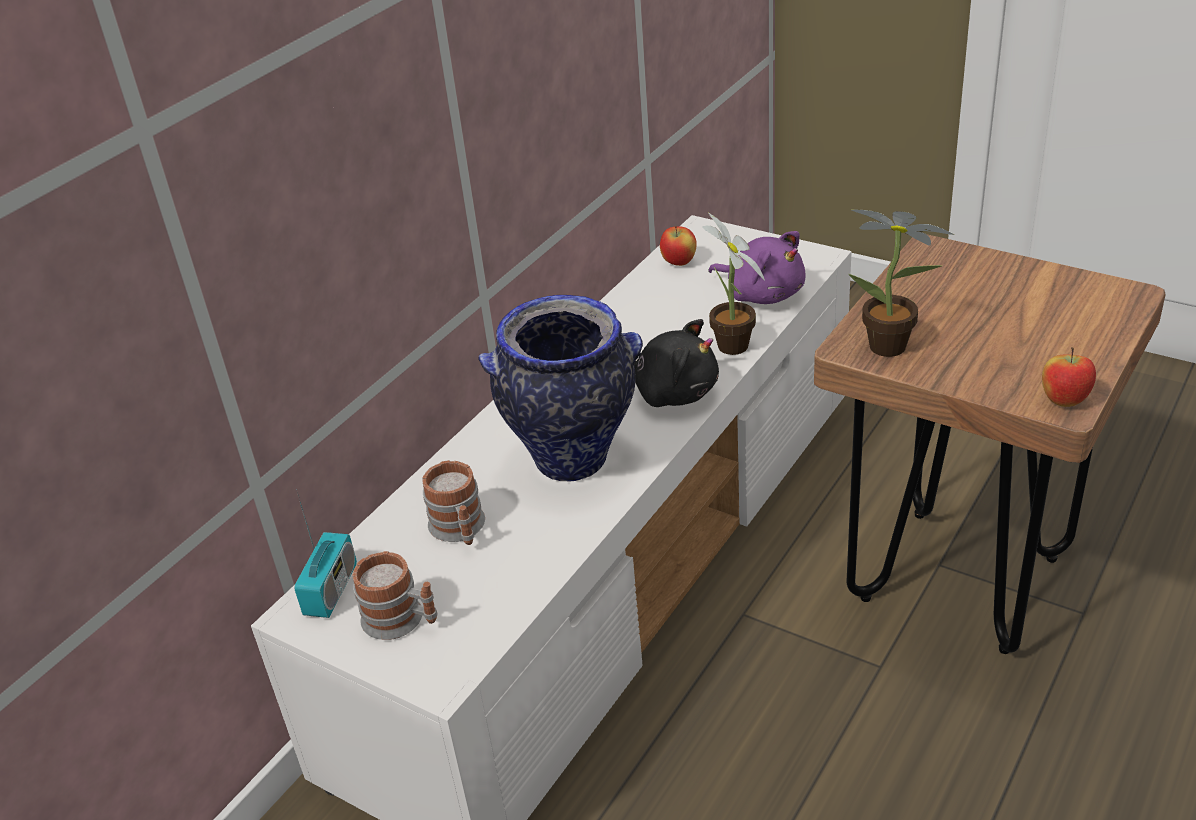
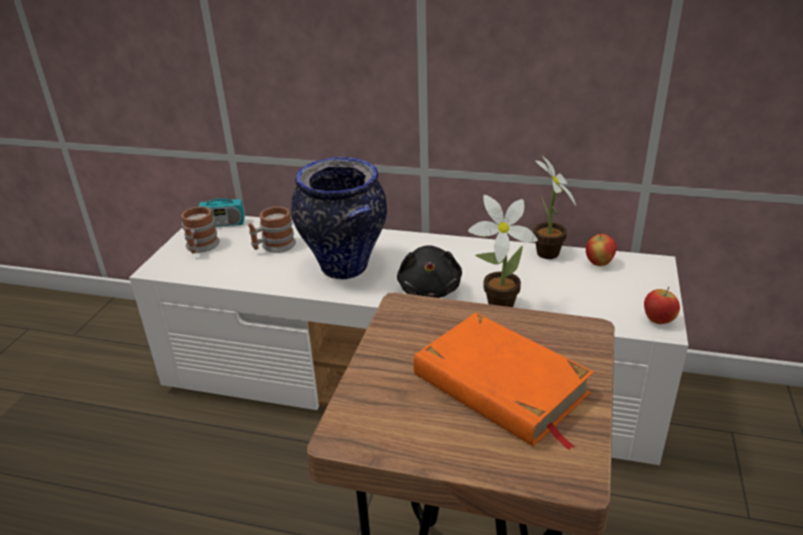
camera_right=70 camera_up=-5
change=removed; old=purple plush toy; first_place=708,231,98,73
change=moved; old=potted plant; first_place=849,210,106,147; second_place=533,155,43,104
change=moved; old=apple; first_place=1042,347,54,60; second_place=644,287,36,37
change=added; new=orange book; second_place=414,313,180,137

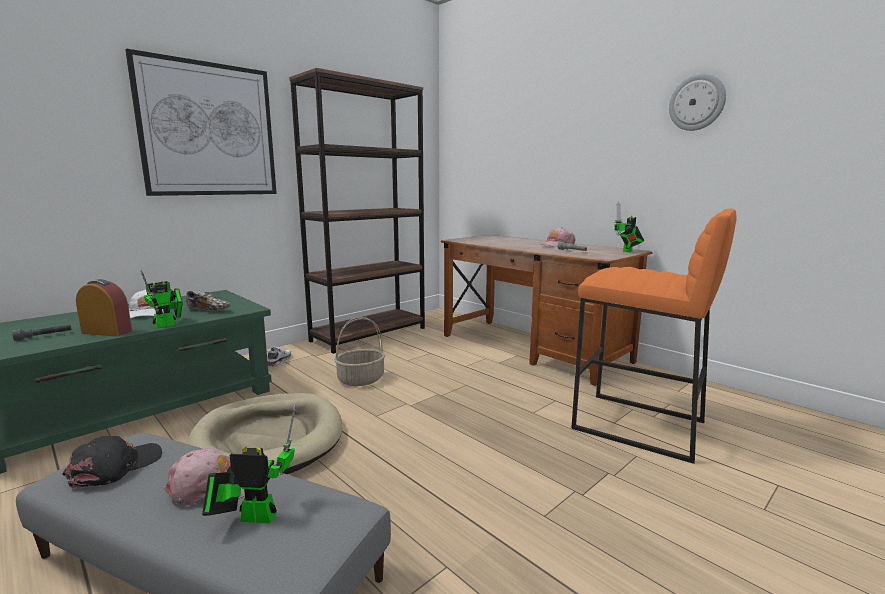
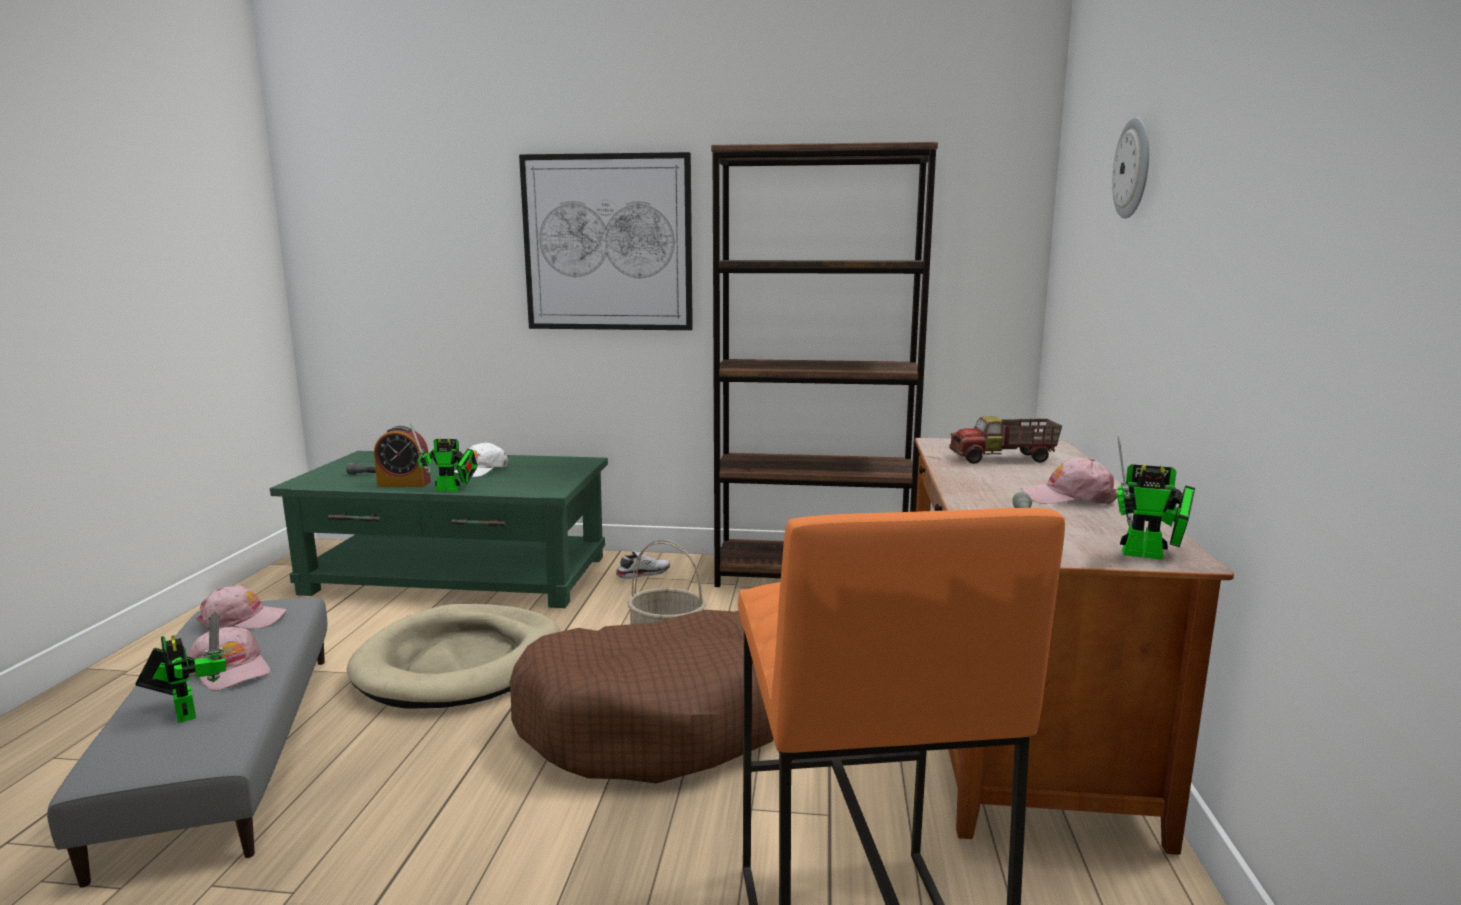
camera_right=50 camera_up=0
change=recoloured; old=black cap; new=pink cap; first_place=62,436,100,52; second_place=196,585,91,45
change=turned; old=alarm clock; first_place=76,279,56,57; second_place=374,426,57,61; degrees=120
change=removed; old=shoe; first_place=186,290,45,21
change=turned; old=toy robot; first_place=614,202,30,50; second_place=1117,436,78,124; degrees=-150
change=moved; old=wall clock; first_place=669,73,57,58; second_place=1112,117,37,102
change=added; new=brown dog bed; second_place=509,610,265,173
change=added; new=toy truck; second_place=949,416,113,48

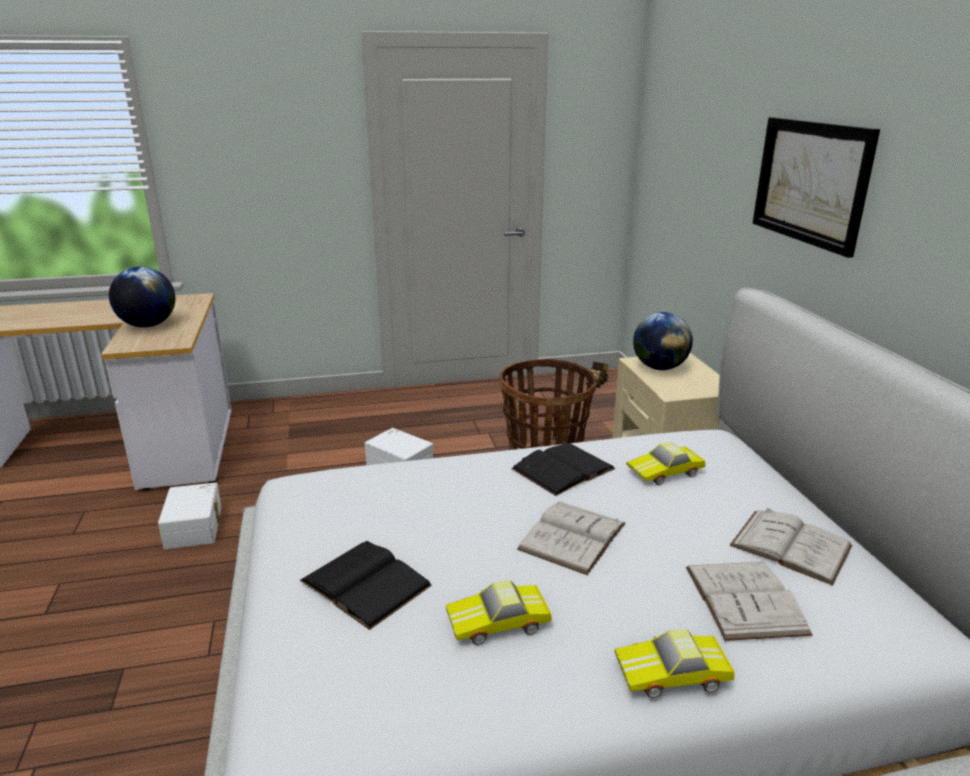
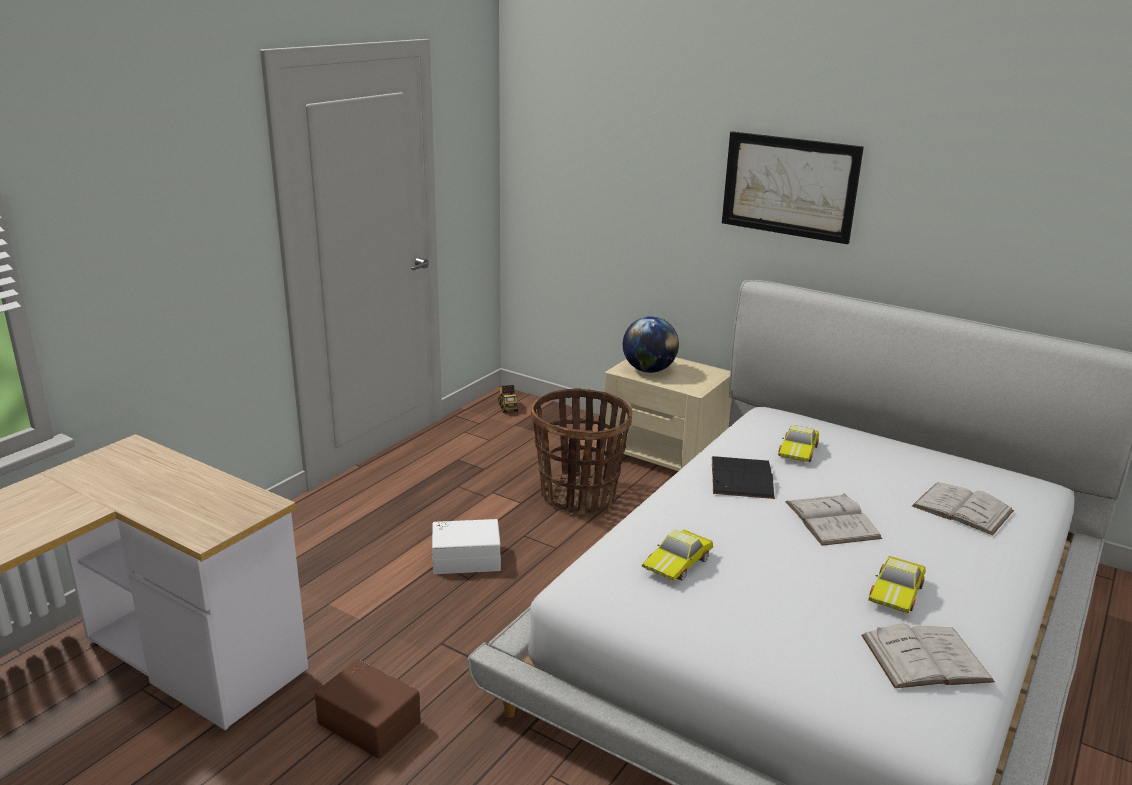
camera_right=-45 camera_up=0
change=removed; old=globe; first_place=109,266,66,61
change=recoloured; old=white storage box; new=brown storage box; first_place=158,482,64,67; second_place=315,660,106,99
change=removed; old=black book; first_place=300,540,132,90
change=moved; old=toy car; first_place=614,629,120,69; second_place=642,530,71,51
change=moved; old=white book; first_place=730,508,123,77; second_place=861,624,134,64

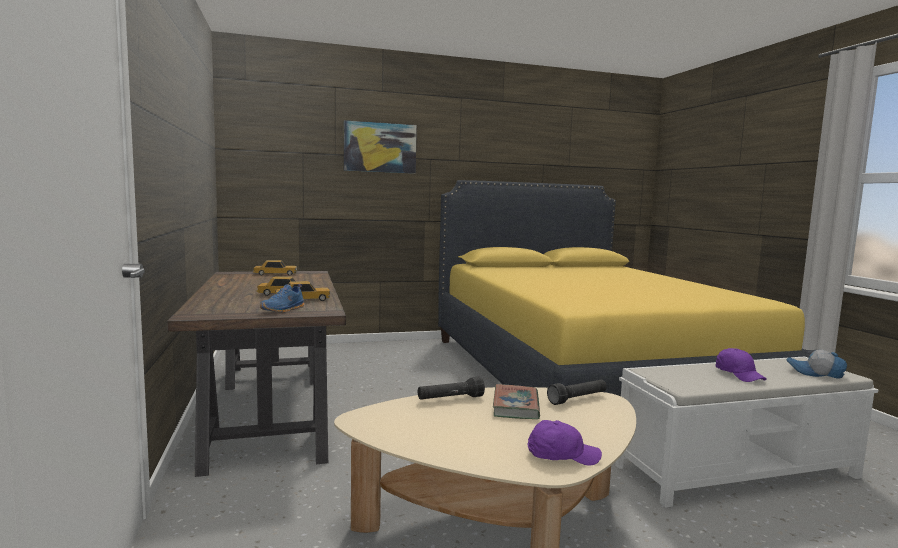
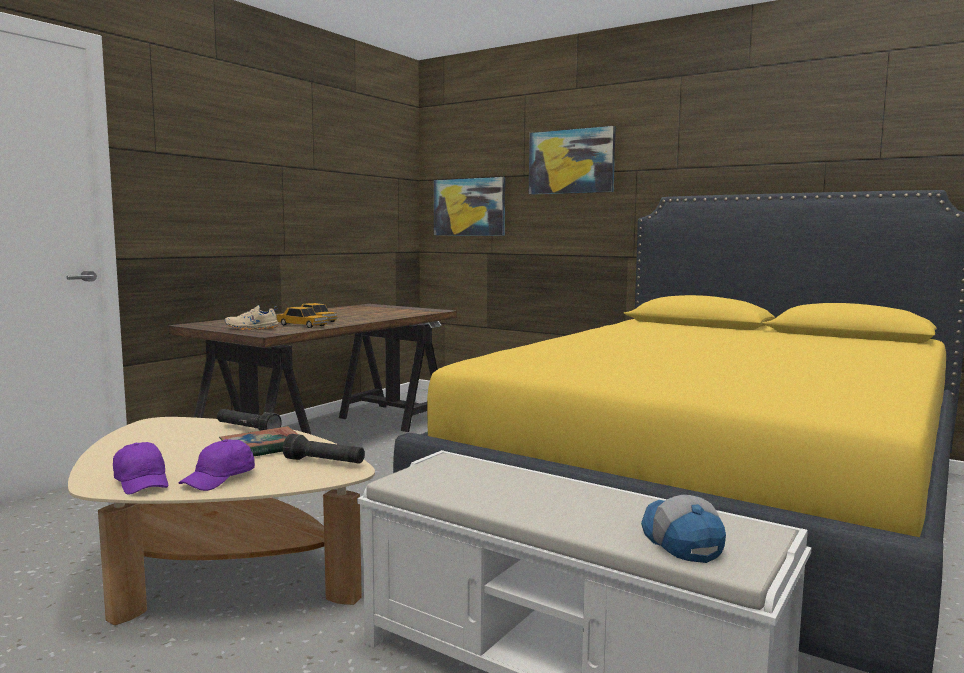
camera_right=50 camera_up=0
change=removed; old=toy car; first_place=253,260,44,16
change=recoloured; old=blue shoe; new=beige shoe; first_place=260,284,44,28; second_place=225,305,54,25
change=moved; old=purple cap; first_place=715,348,52,34; second_place=179,439,76,52
change=added; new=picture; second_place=434,177,71,59

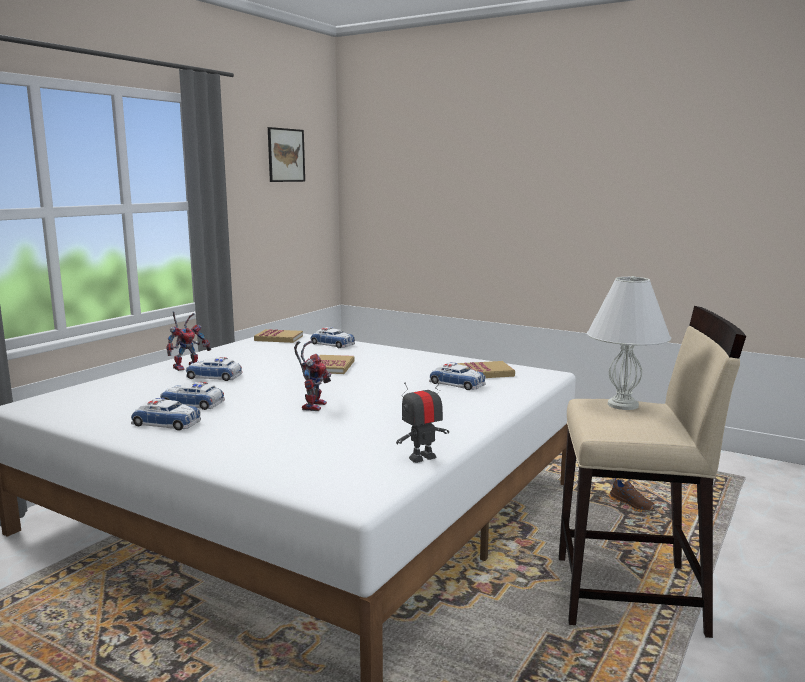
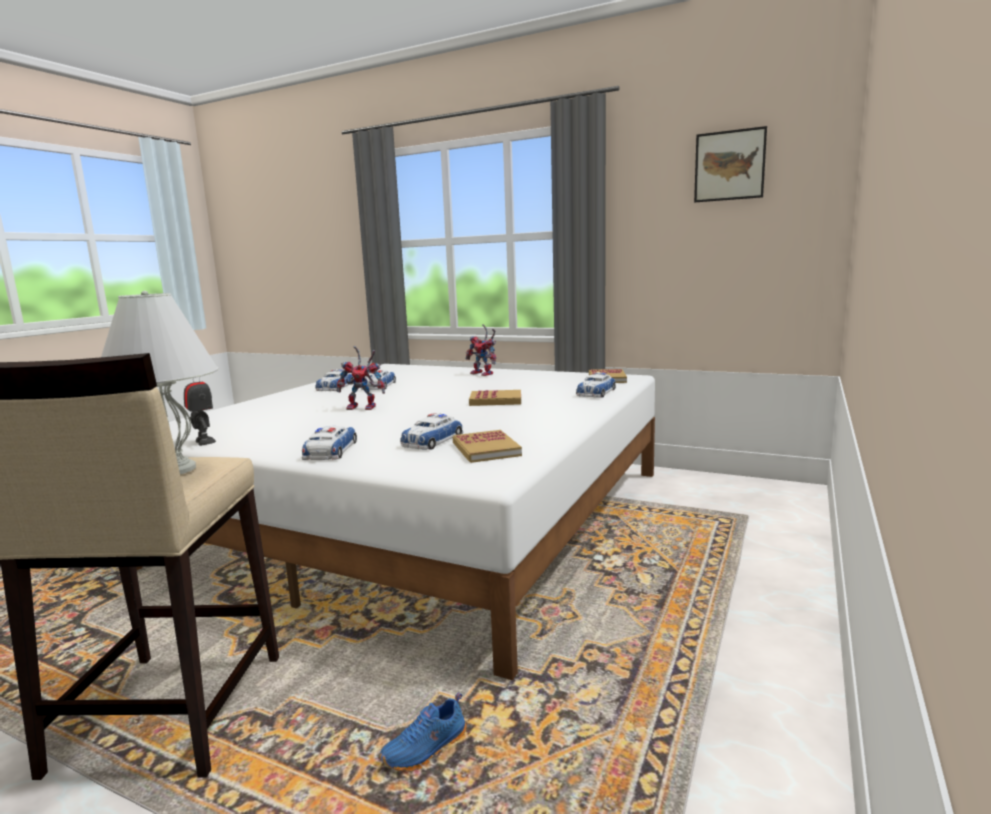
camera_right=85 camera_up=0
change=moved; old=toy car; first_place=186,357,57,24; second_place=302,426,55,34
change=recoloured; old=brown shoe; new=blue shoe; first_place=609,478,46,34; second_place=380,692,86,80

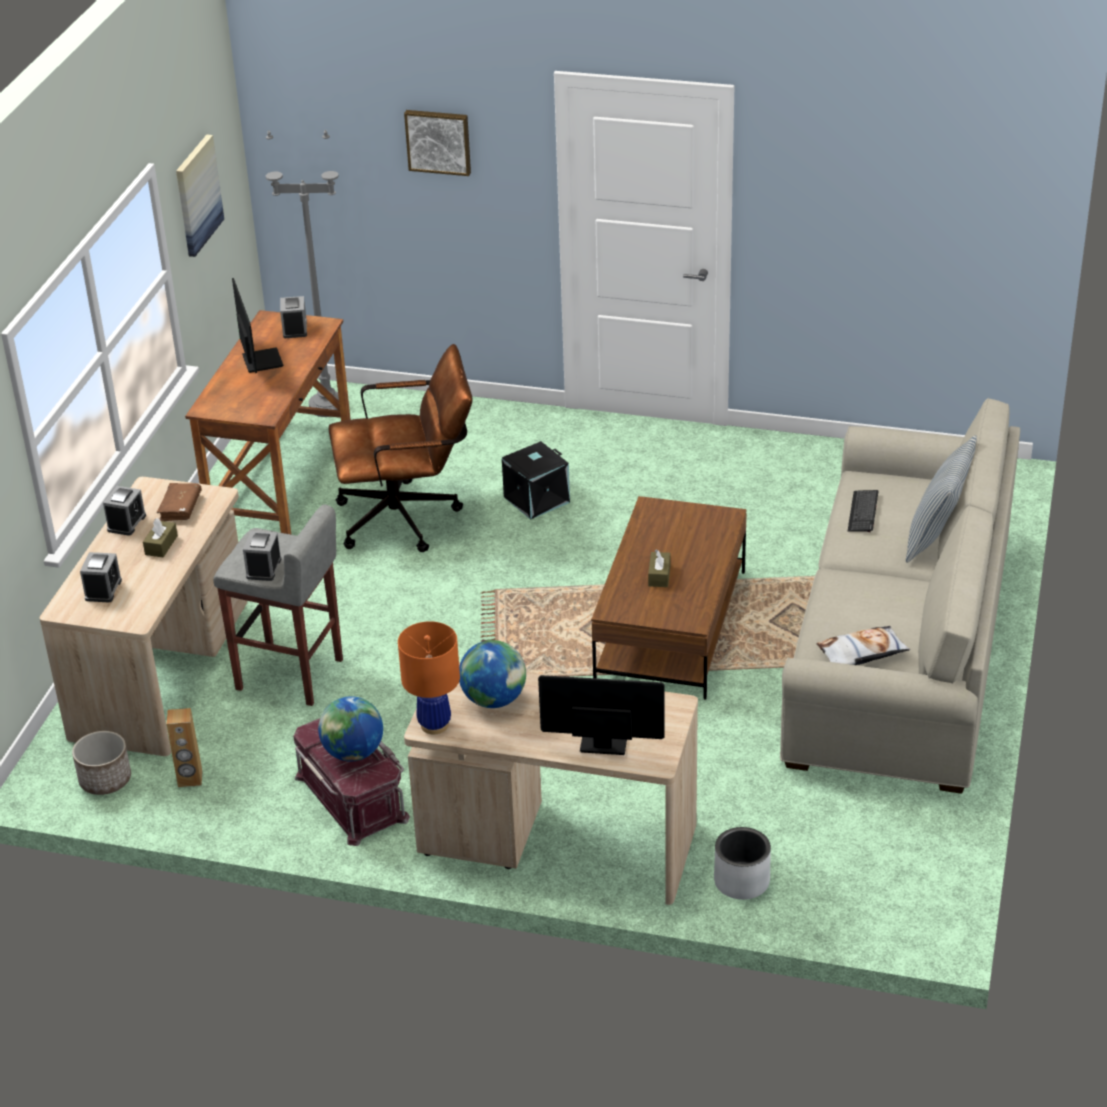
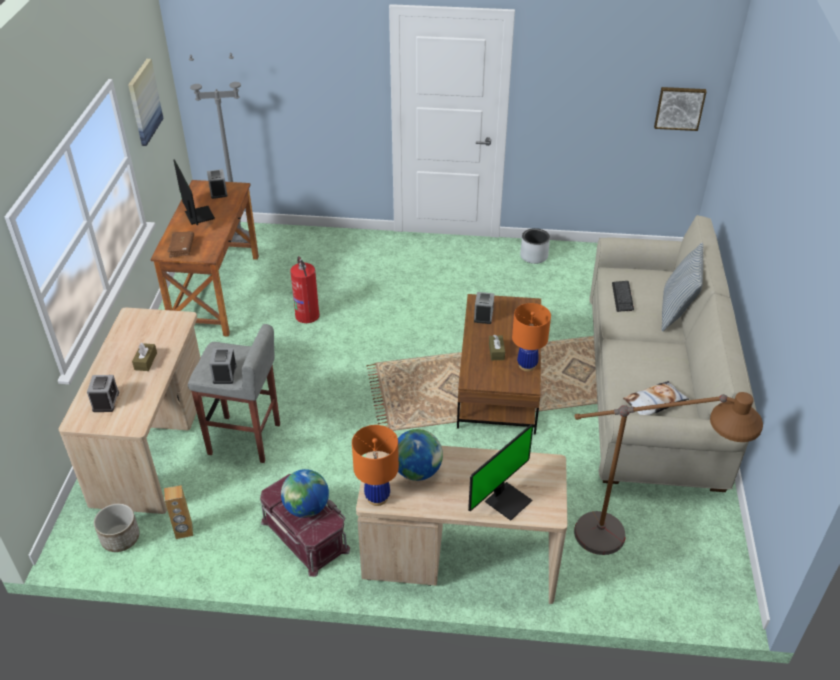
camera_right=-10 camera_up=5
change=moved; old=alarm clock; first_place=103,486,43,50; second_place=474,292,20,32
change=moved; old=brown book; first_place=157,483,44,38; second_place=167,231,27,27
change=replaced; old=brown office chair; new=fire extinguisher; first_place=329,344,144,208; second_place=290,256,30,67
change=moved; old=picture; first_place=404,110,67,66; second_place=654,87,53,44
change=removed; old=black storage box; first_place=502,441,68,79
change=turned; old=monitor; first_place=538,675,127,80; second_place=468,424,65,97; degrees=135
change=moved; old=grey planter; first_place=714,827,57,73; second_place=520,228,30,36
change=added; new=orange table lamp; second_place=512,303,39,68
change=added; new=brown floor lamp; second_place=574,392,189,163

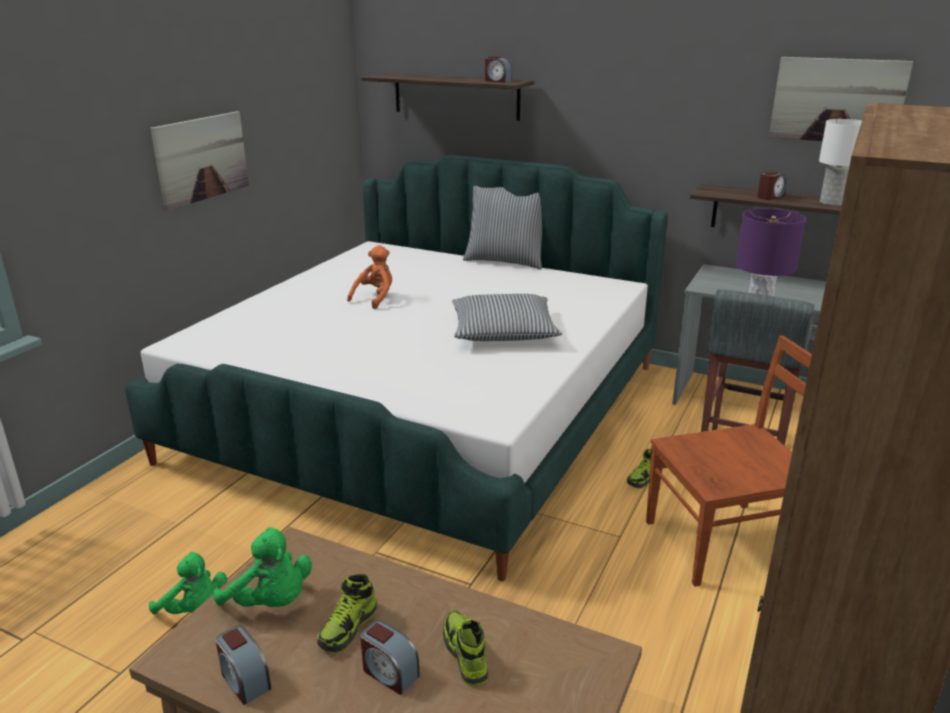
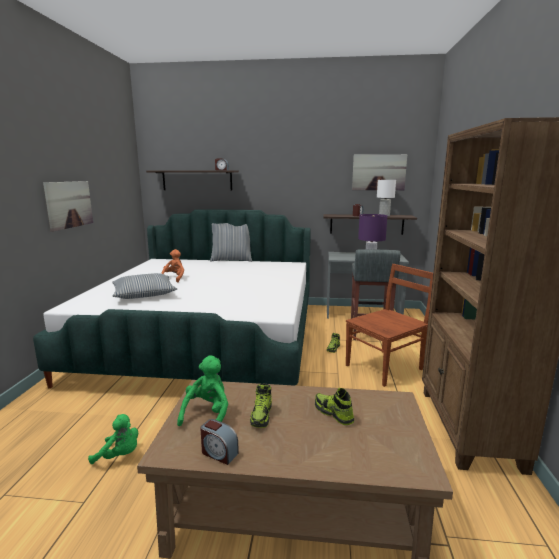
camera_right=-20 camera_up=-10
change=turned; old=green plush toy; first_place=213,527,99,80; second_place=177,355,51,71; degrees=-90
change=removed; old=alarm clock; first_place=360,620,60,75
change=moved; old=pillow; first_place=452,294,110,47; second_place=112,273,65,26

